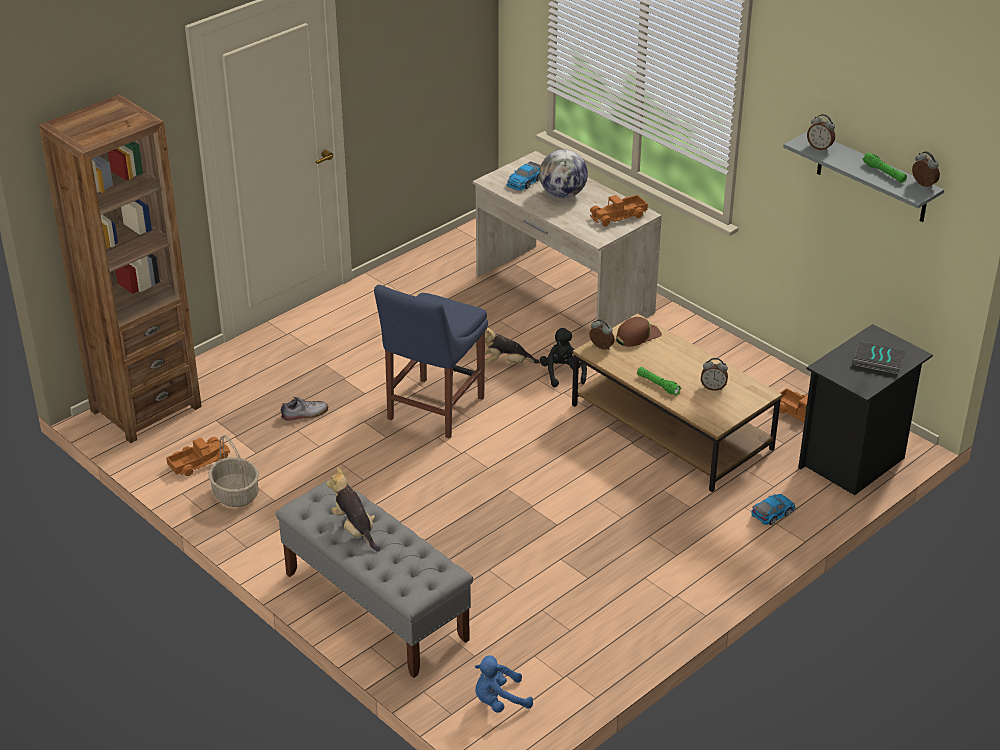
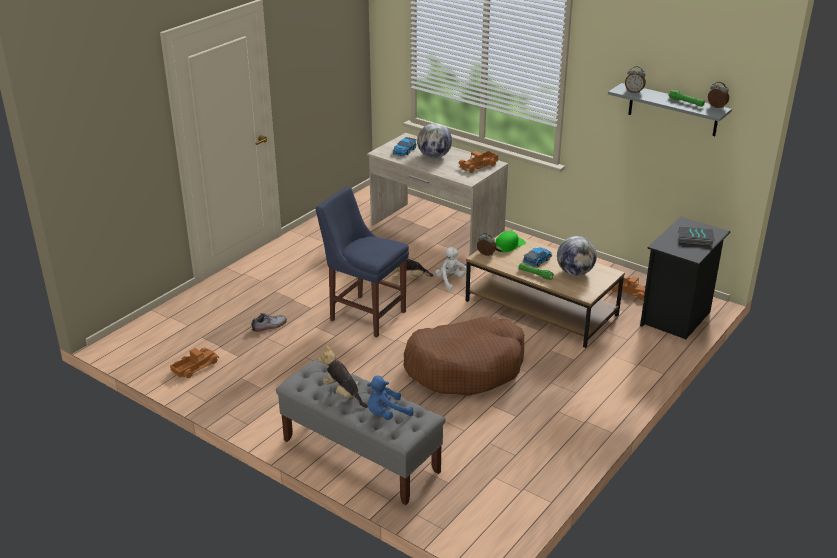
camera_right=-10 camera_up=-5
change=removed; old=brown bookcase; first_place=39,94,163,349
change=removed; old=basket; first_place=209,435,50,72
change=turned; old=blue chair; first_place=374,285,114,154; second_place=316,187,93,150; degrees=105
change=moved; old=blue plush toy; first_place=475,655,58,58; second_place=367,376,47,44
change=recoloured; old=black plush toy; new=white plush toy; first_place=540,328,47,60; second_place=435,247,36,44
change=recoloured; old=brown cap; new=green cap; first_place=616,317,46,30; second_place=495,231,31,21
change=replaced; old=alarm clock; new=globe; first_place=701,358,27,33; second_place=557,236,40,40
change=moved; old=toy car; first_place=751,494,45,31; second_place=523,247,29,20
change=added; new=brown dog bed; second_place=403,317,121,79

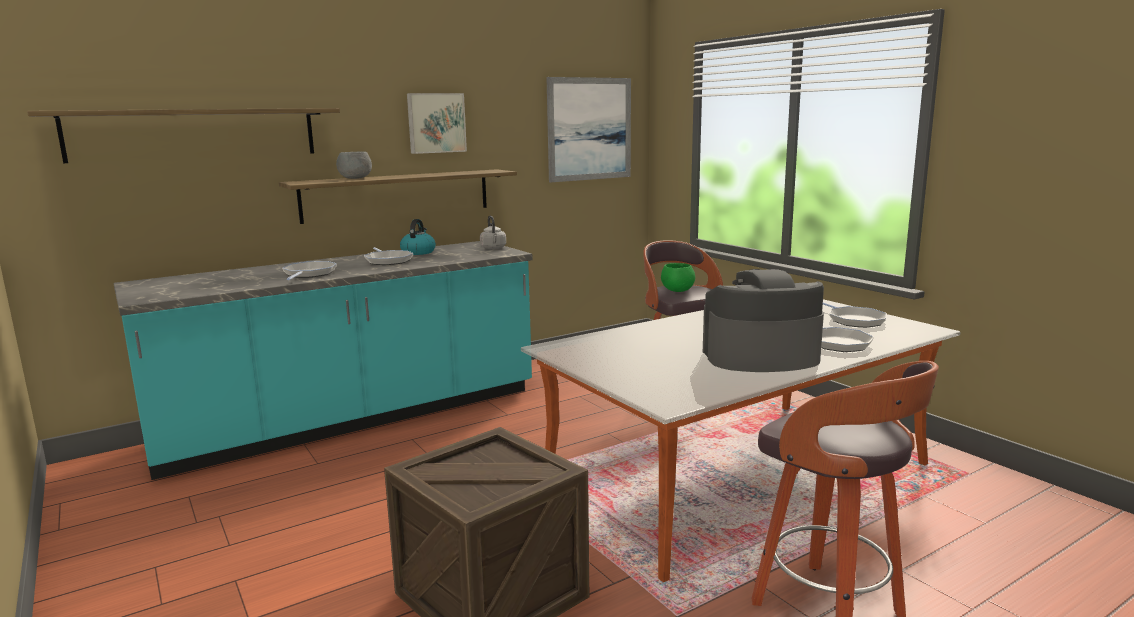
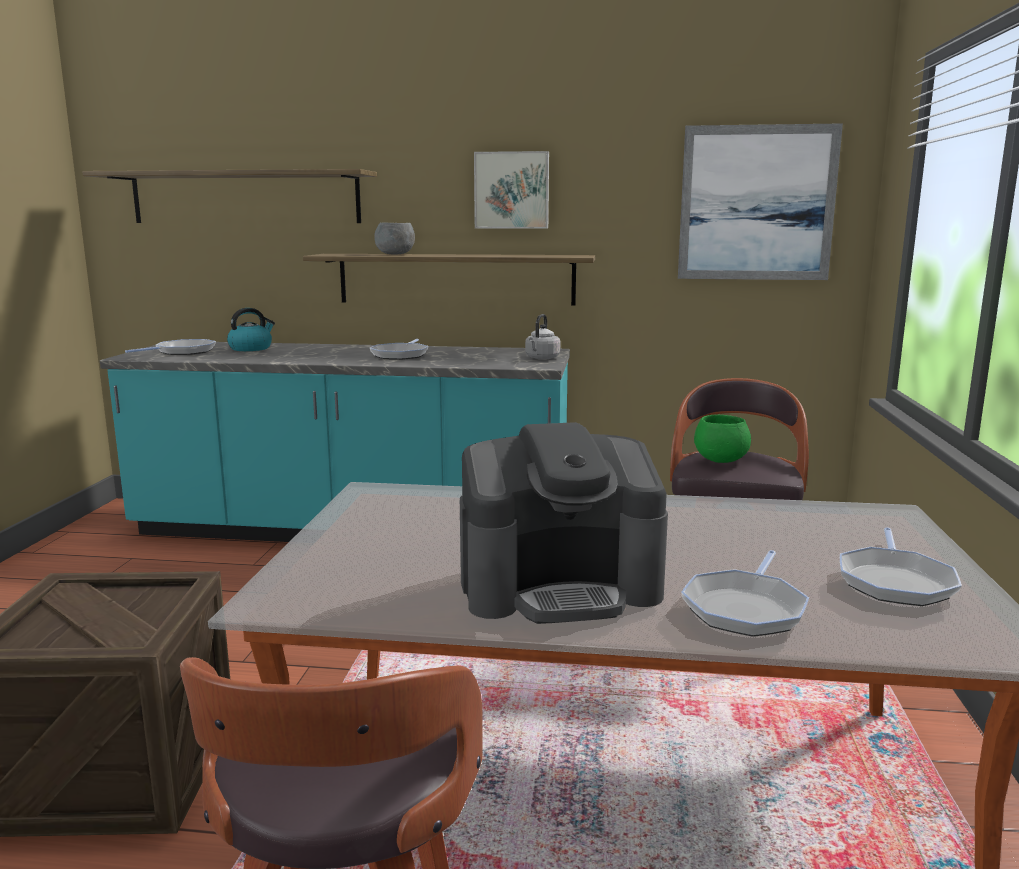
camera_right=40 camera_up=0
change=moved; old=frying pan; first_place=282,261,55,19; second_place=125,339,91,16
change=moved; old=kettle; first_place=400,219,36,36; second_place=227,308,48,43
change=turned; old=coffee machine; first_place=703,269,121,103; second_place=460,422,208,202; degrees=135

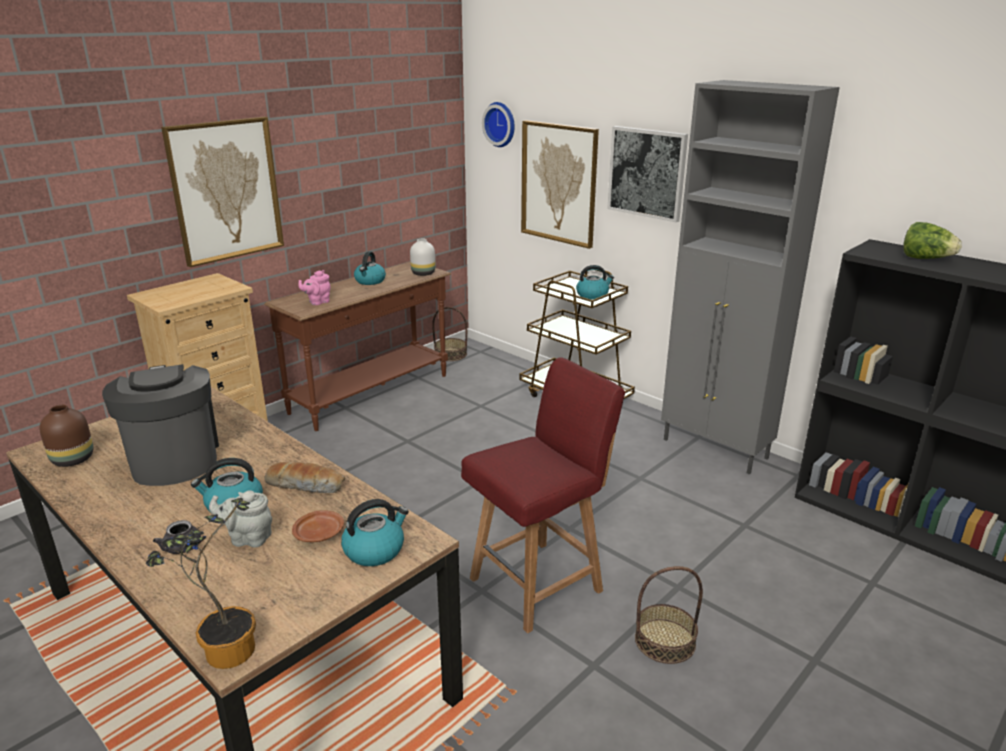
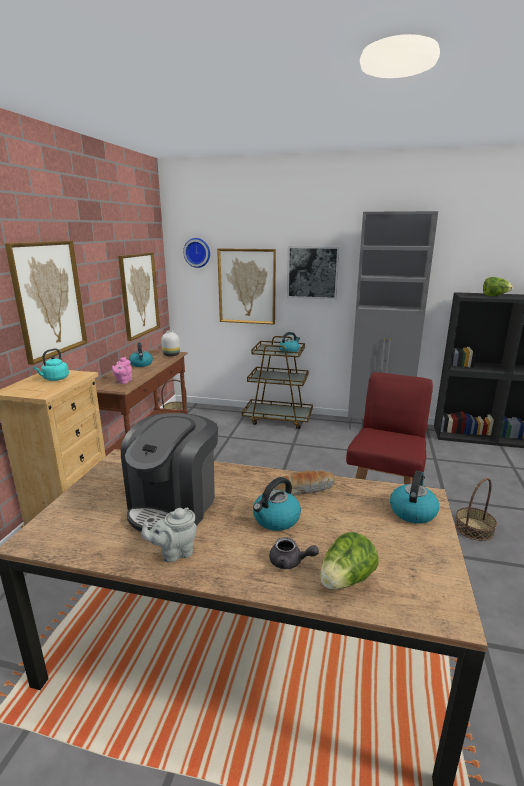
camera_right=-30 camera_up=-5
change=removed; old=brown vase; first_place=39,405,54,62
change=turned; old=coffee machine; first_place=102,364,117,122; second_place=121,413,97,119; degrees=-105
change=removed; old=potted plant; first_place=146,498,110,171
change=moved; old=grey teapot; first_place=209,490,63,58; second_place=141,508,56,55
change=removed; old=brown plate; first_place=292,510,52,32
change=added; new=turquoise kettle; second_place=33,348,36,33
change=added; new=picture; second_place=118,252,42,89
change=added; new=lettuce; second_place=320,532,59,57

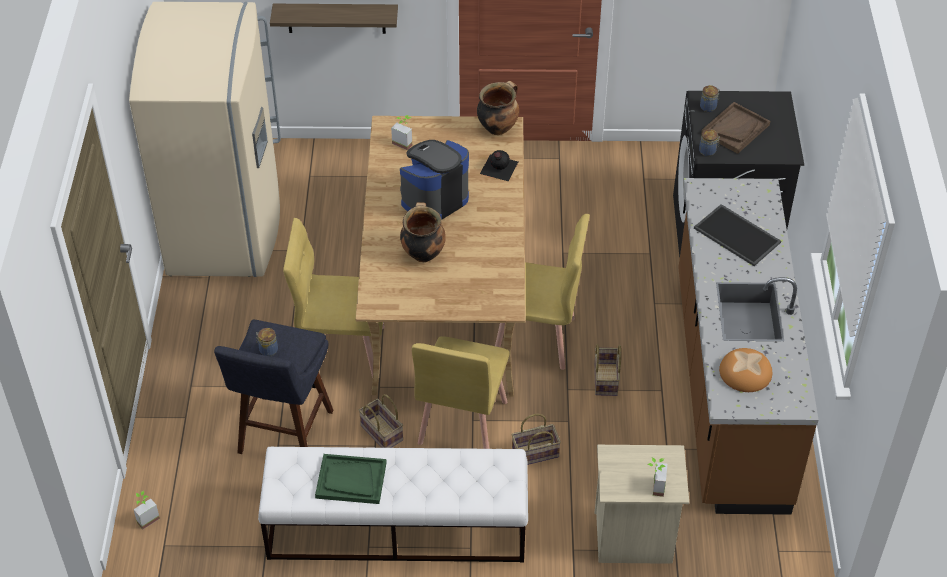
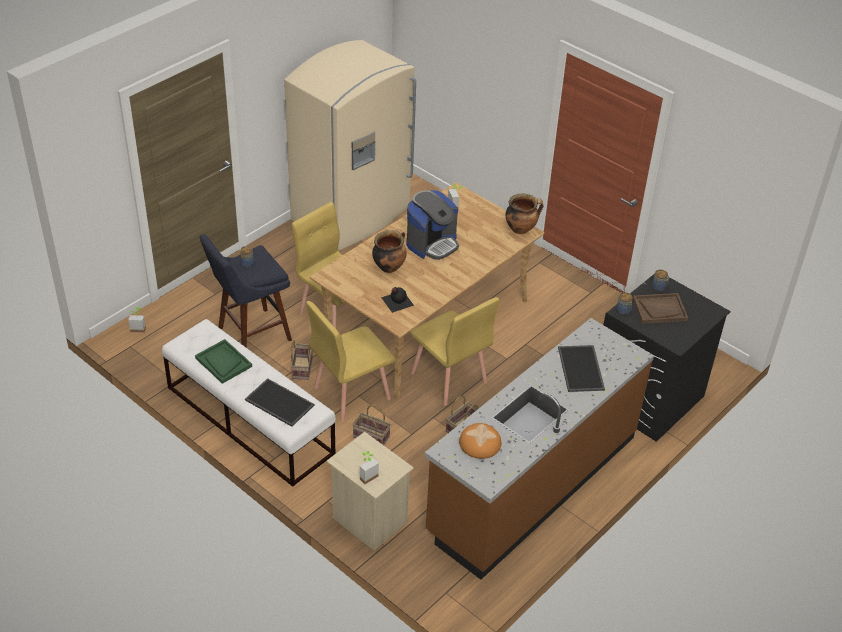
camera_right=40 camera_up=-5
change=removed; old=shelf; first_place=270,4,128,30
change=turned; old=coffee machine; first_place=400,140,69,80; second_place=406,190,53,70; degrees=135
change=moved; old=black bottle; first_place=480,150,38,31; second_place=381,287,33,26
change=added; new=tray; second_place=245,378,69,49

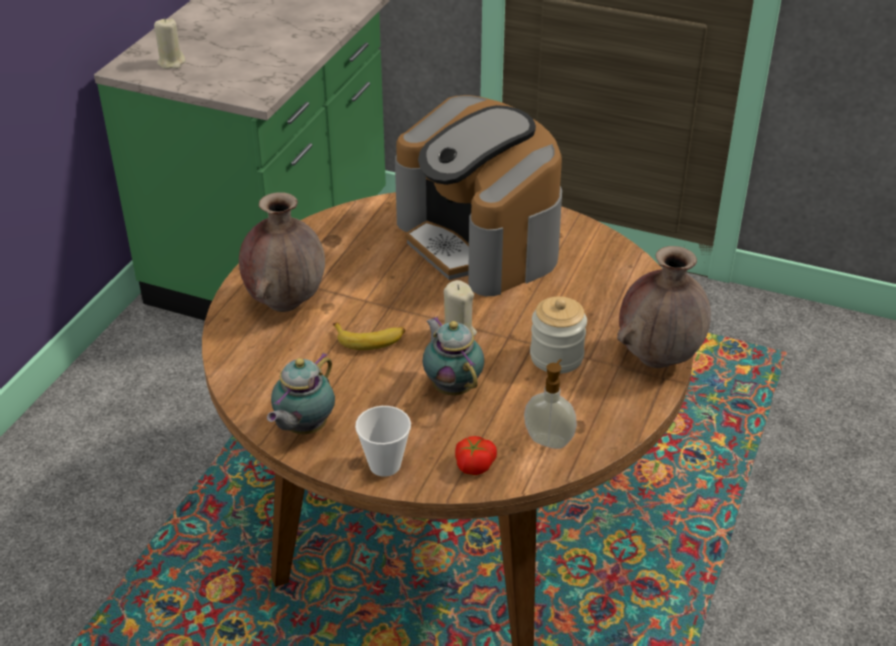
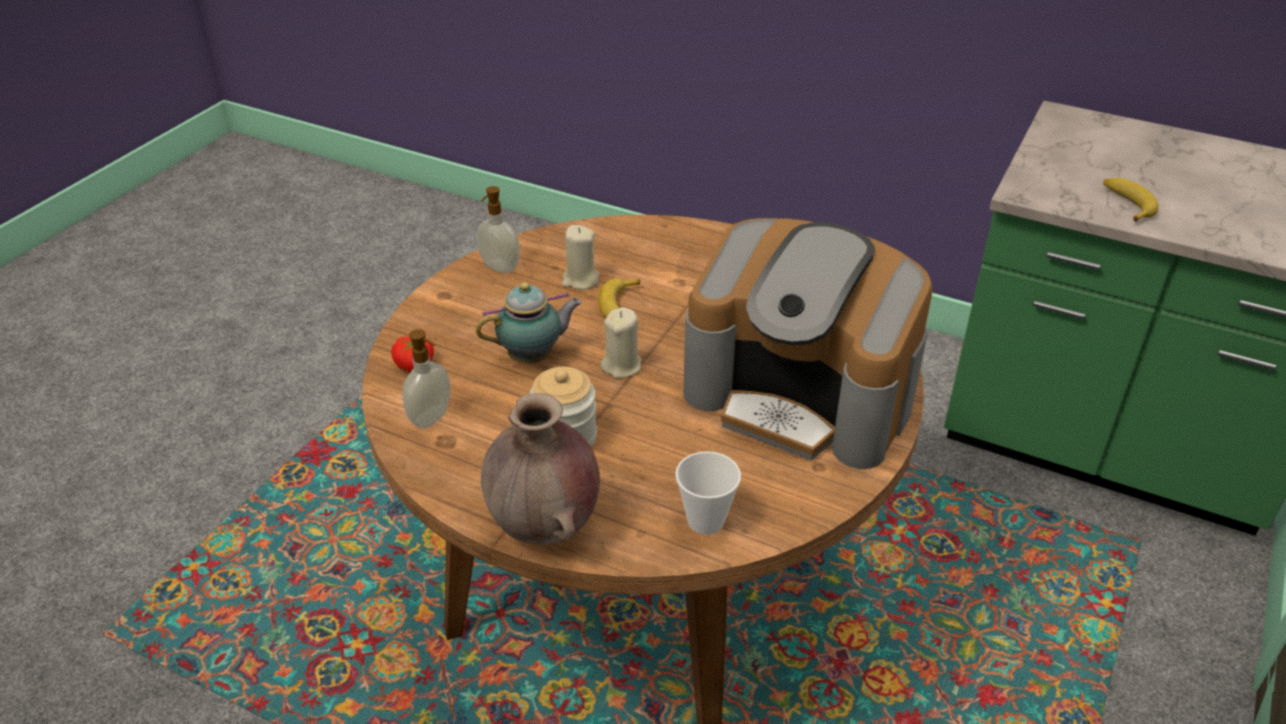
camera_right=95 camera_up=0
change=moved; old=beige candle; first_place=154,18,31,51; second_place=562,225,37,65
change=removed; old=brown vase; first_place=239,192,86,120
change=replaced; old=teapot; new=soap dispenser; first_place=267,353,68,81; second_place=476,186,44,87
change=moved; old=cup; first_place=355,406,56,71; second_place=675,451,66,84
change=turned; old=coffee machine; first_place=395,95,167,201; second_place=683,218,250,251; degrees=-120
change=added; new=banana; second_place=1103,178,56,44

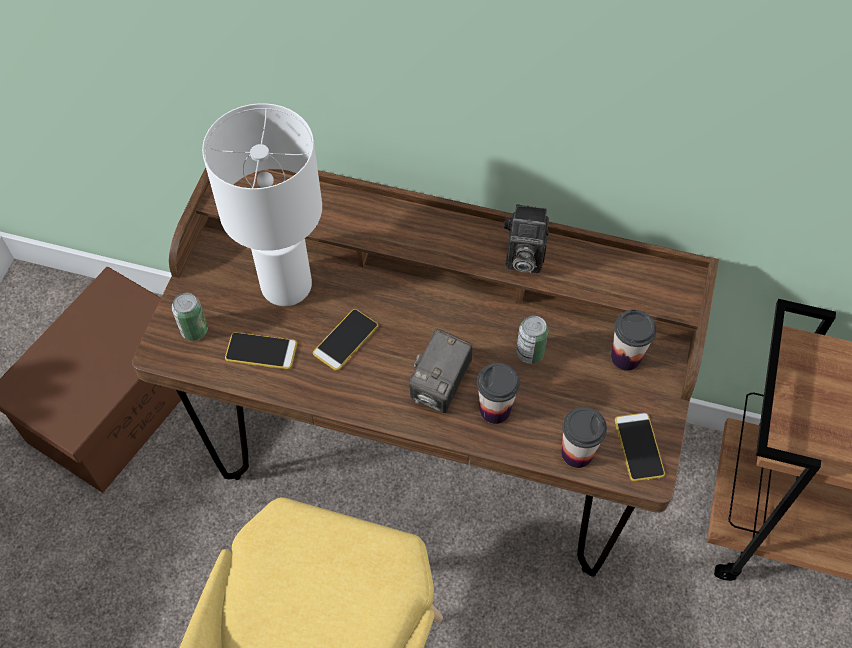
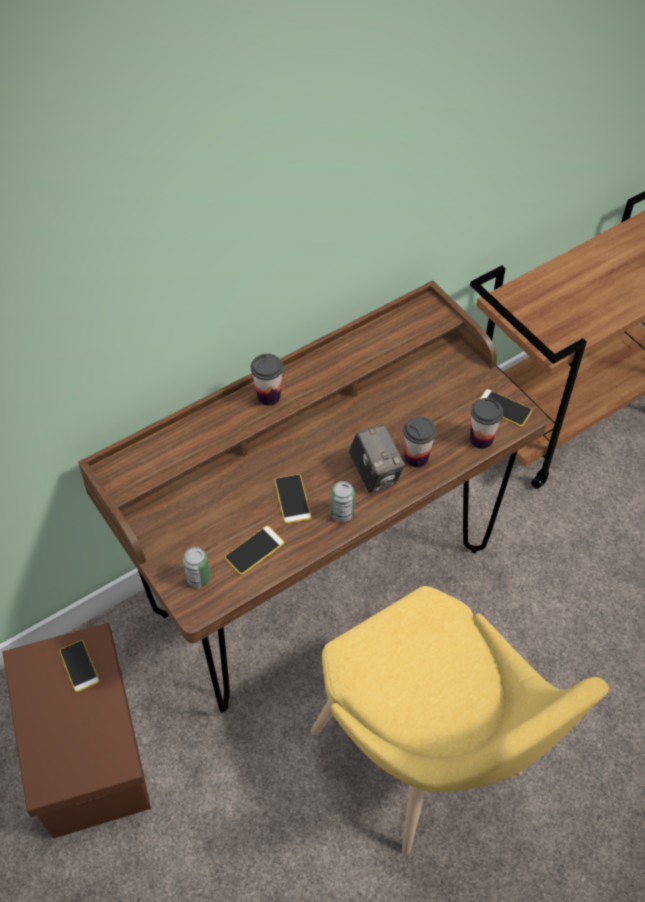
camera_right=-50 camera_up=-5
change=removed; old=white table lamp; first_place=202,103,120,203
change=removed; old=photo camera; first_place=504,204,45,69
change=moved; old=can; first_place=516,316,32,48; second_place=331,481,24,41
change=moved; old=cup; first_place=611,310,46,61; second_place=251,353,32,53
change=added; new=phone; second_place=60,640,39,52

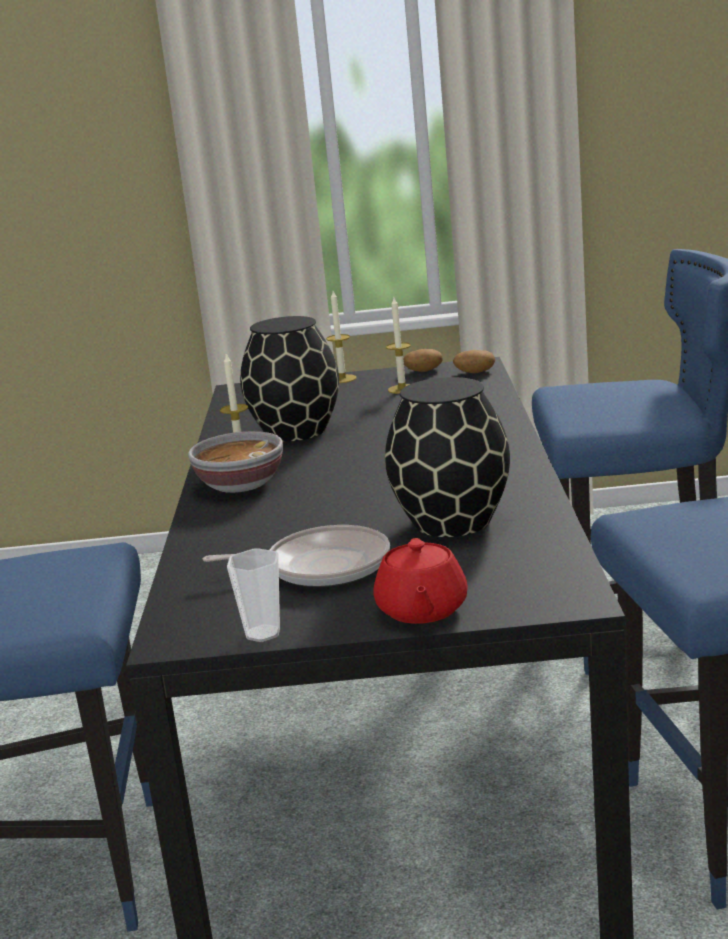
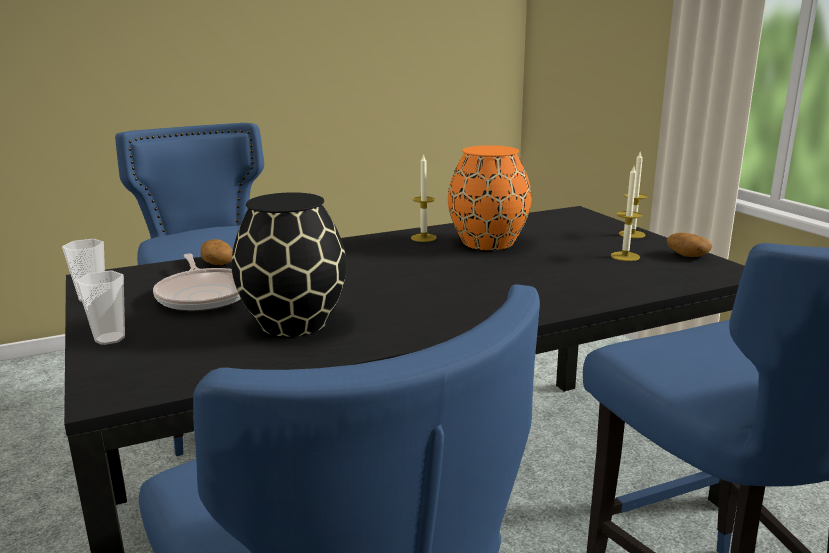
camera_right=65 camera_up=0
change=removed; old=bowl; first_place=188,431,95,62
change=recoloured; old=black vase; new=orange vase; first_place=240,316,99,126; second_place=448,145,83,105
change=replaced; old=red teapot; new=cup; first_place=373,538,95,86; second_place=76,270,49,75
change=moved; old=potato; first_place=453,350,42,23; second_place=200,239,33,26

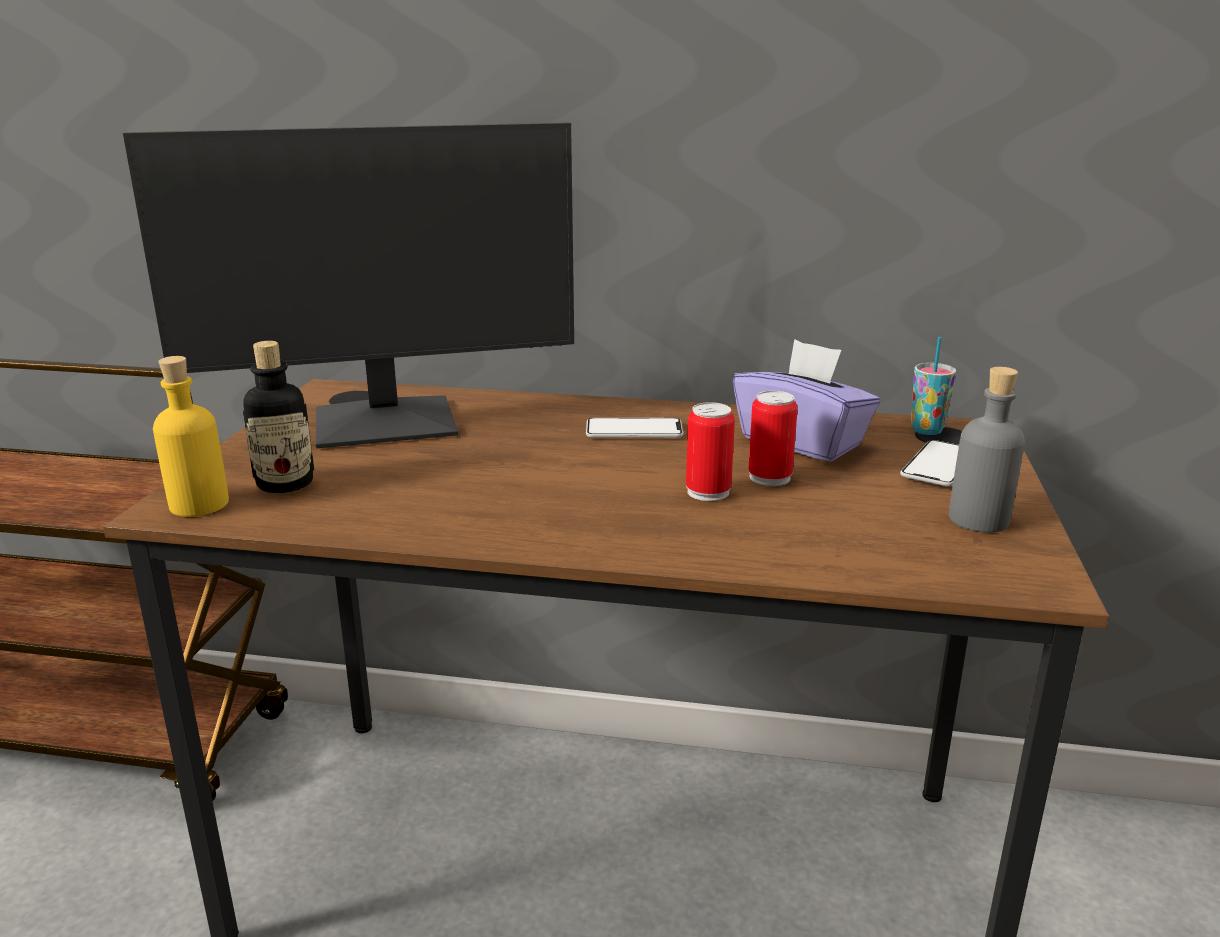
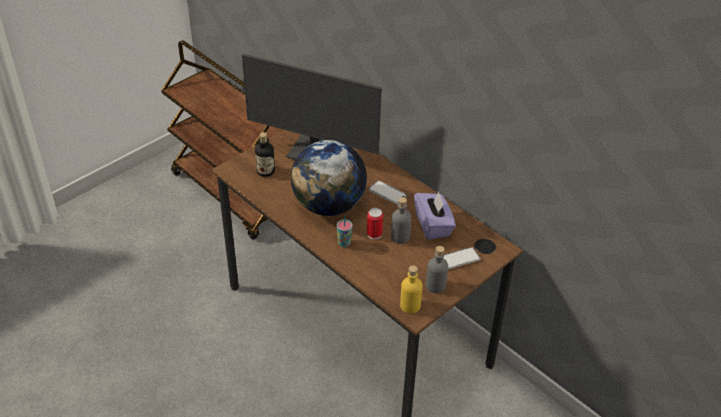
camera_right=35 camera_up=20
change=moved; old=yellow bottle; first_place=153,356,76,161; second_place=400,265,22,49
change=replaced; old=can; new=grey bottle; first_place=748,391,50,95; second_place=391,197,20,47
change=moved; old=cup; first_place=911,337,46,98; second_place=337,215,16,32
change=added; new=globe; second_place=291,140,76,76

